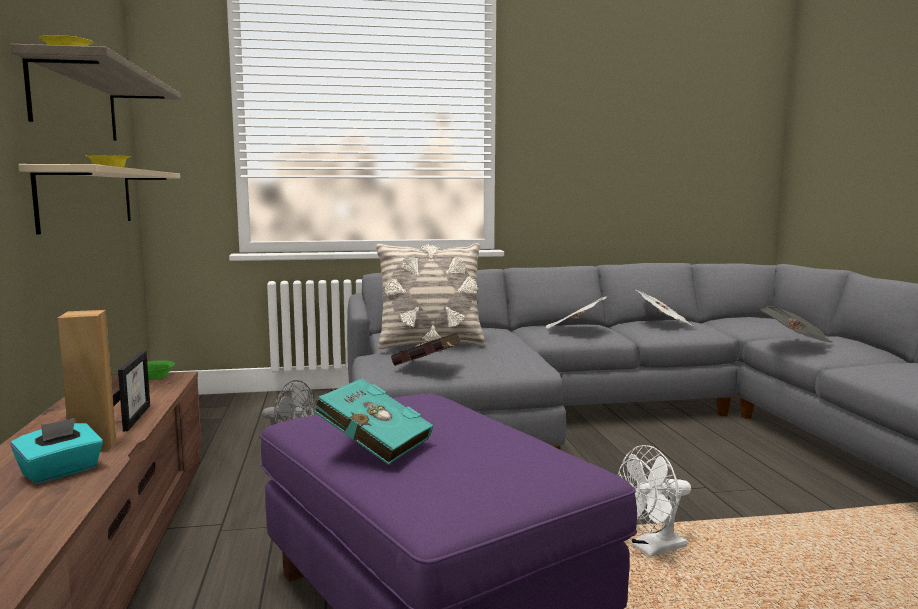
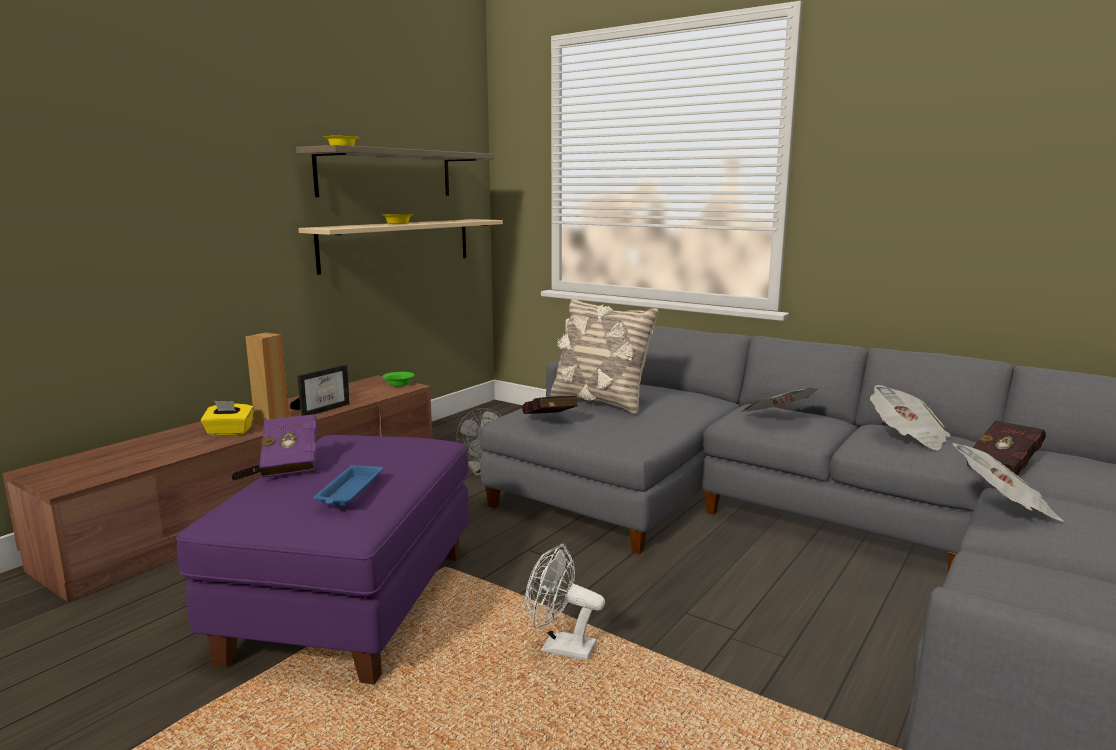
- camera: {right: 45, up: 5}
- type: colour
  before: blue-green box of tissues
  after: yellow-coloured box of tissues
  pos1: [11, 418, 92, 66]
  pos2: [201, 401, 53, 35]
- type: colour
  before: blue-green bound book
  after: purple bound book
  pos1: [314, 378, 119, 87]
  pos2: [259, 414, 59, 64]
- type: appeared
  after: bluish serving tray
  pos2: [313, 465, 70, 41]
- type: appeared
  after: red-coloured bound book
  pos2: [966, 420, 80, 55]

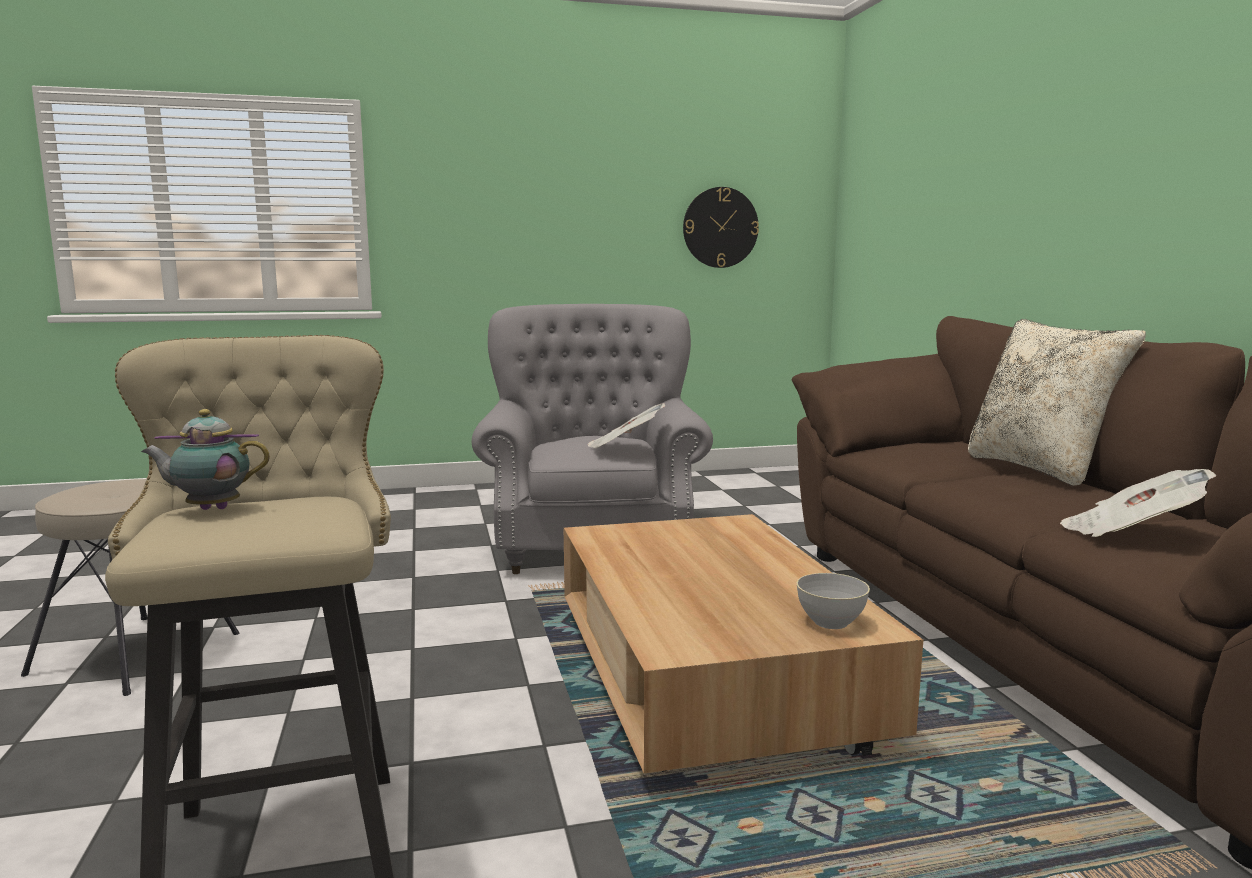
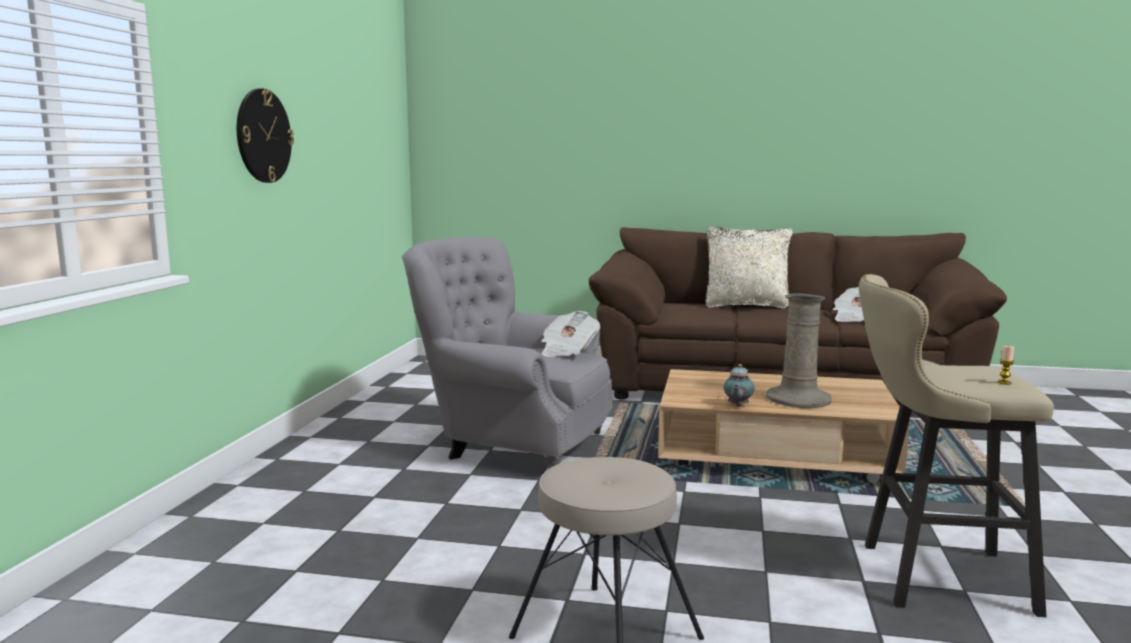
- camera: {right: -65, up: 0}
- type: relocated
  before: teapot
  pos1: [141, 409, 129, 101]
  pos2: [724, 364, 31, 43]
- type: relocated
  before: clock on the wall
  pos1: [683, 187, 76, 81]
  pos2: [237, 88, 57, 95]
- type: missing
  before: greyish bowl
  pos1: [797, 573, 73, 56]
- type: appeared
  after: sand-coloured flower vase
  pos2: [766, 293, 66, 115]
- type: appeared
  after: wax candle
  pos2: [997, 346, 17, 39]

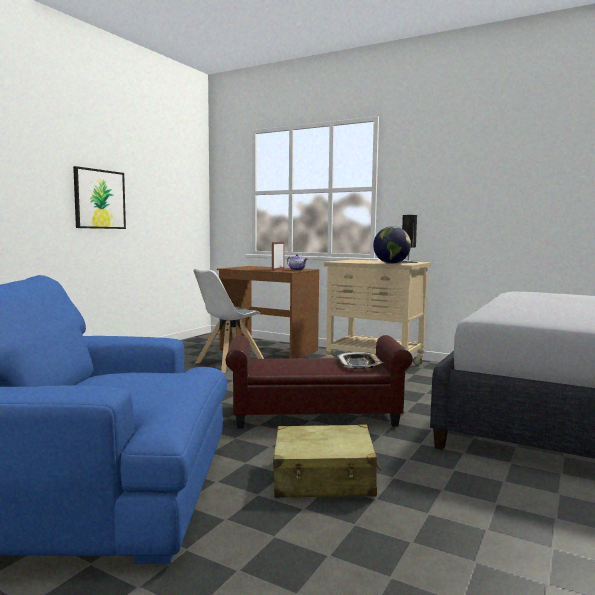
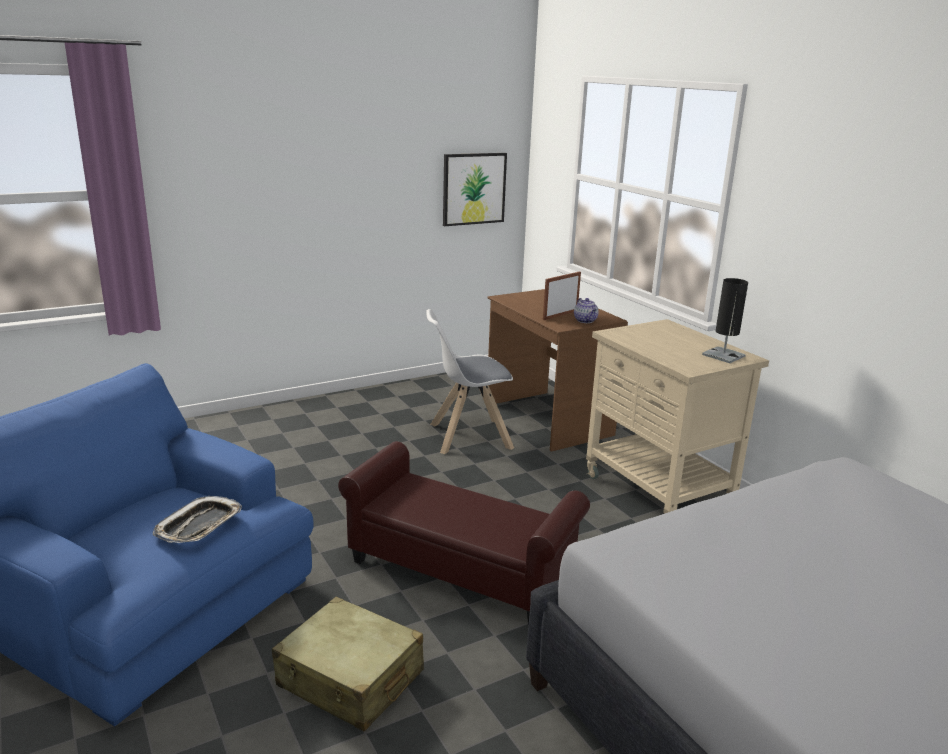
- camera: {right: 30, up: 15}
- type: relocated
  before: wall art
  pos1: [73, 166, 53, 63]
  pos2: [443, 153, 64, 73]
- type: relocated
  before: serving tray
  pos1: [337, 352, 46, 17]
  pos2: [153, 496, 89, 47]
- type: missing
  before: globe
  pos1: [373, 226, 38, 38]

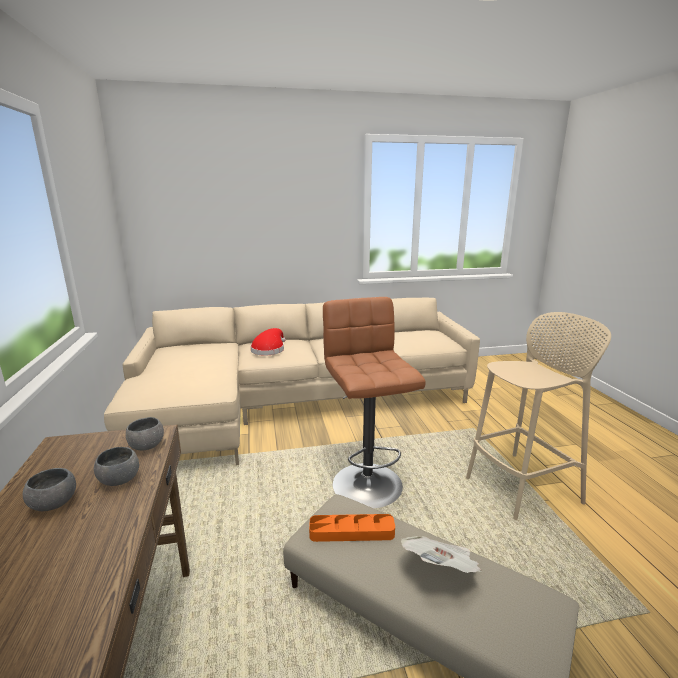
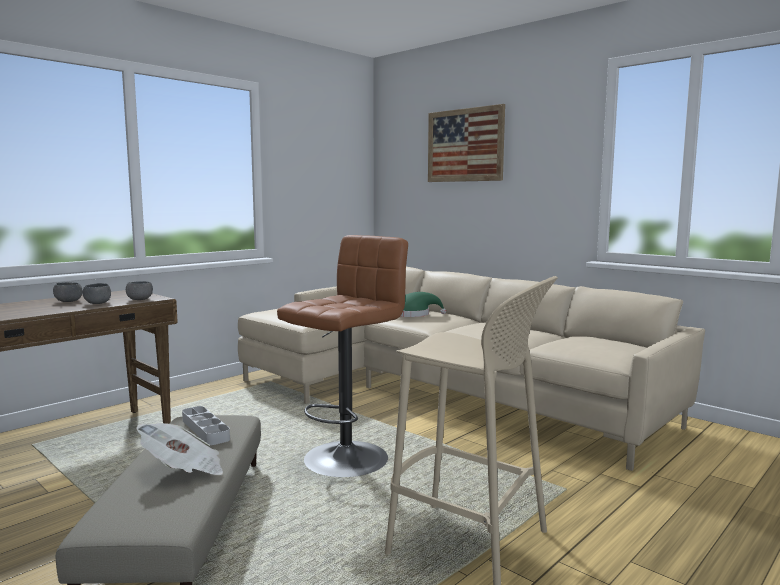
- camera: {right: 55, up: -10}
- type: colour
  before: red-coloured wearable hat
  after: green wearable hat
  pos1: [251, 328, 35, 27]
  pos2: [401, 292, 45, 25]
- type: colour
  before: orangey serving tray
  after: greyish serving tray
  pos1: [309, 514, 86, 28]
  pos2: [182, 406, 48, 39]
- type: appeared
  after: wall art
  pos2: [428, 104, 77, 78]

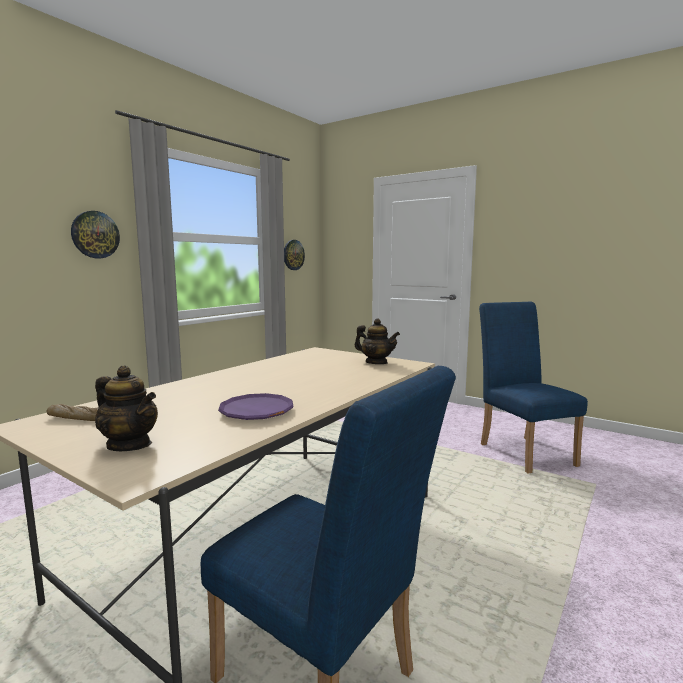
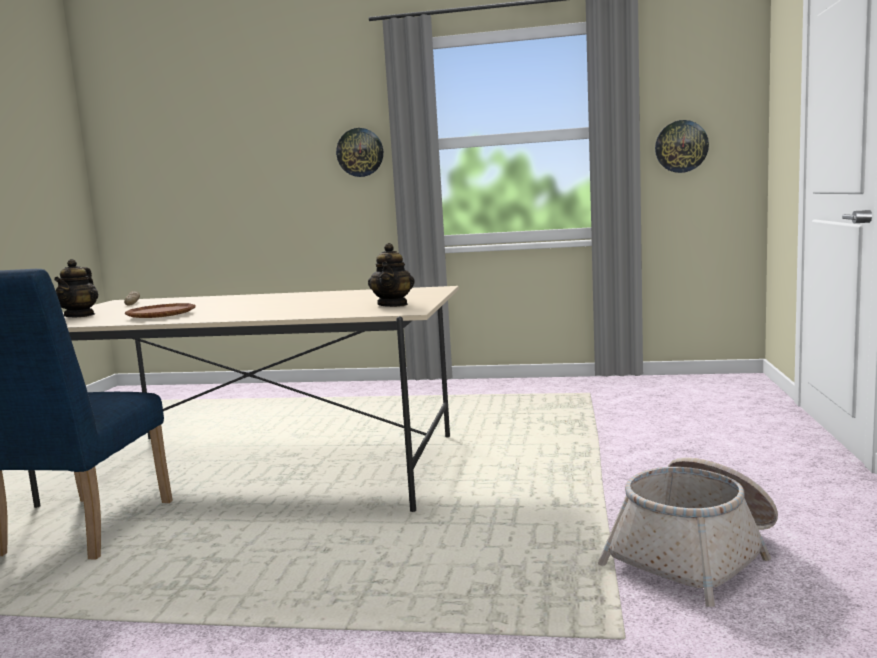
- camera: {right: 65, up: 0}
- type: colour
  before: purple plate
  after: brownish plate
  pos1: [218, 393, 76, 27]
  pos2: [125, 303, 71, 15]
- type: exchanged
  before: bluish plain chair
  after: household basket
  pos1: [479, 302, 109, 171]
  pos2: [598, 457, 180, 150]

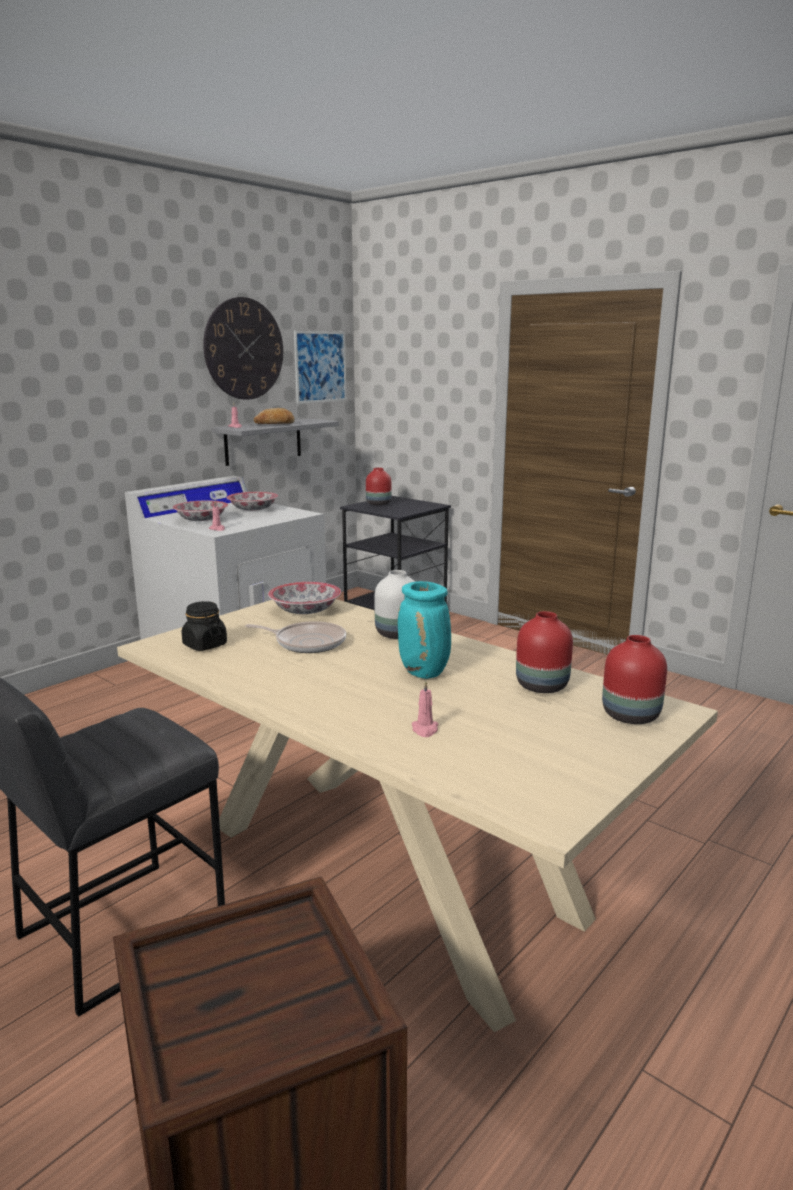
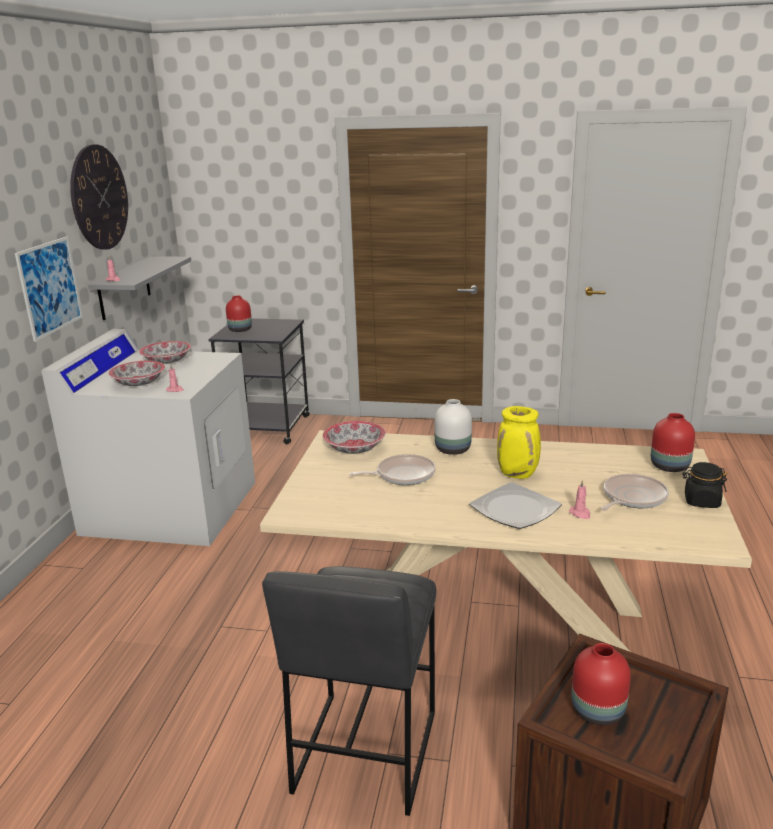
- camera: {right: -30, up: 5}
- type: relocated
  before: black storage jar
  pos1: [182, 601, 45, 50]
  pos2: [682, 462, 45, 46]
- type: missing
  before: bakery bread
  pos1: [254, 408, 41, 16]
- type: relocated
  before: wall art
  pos1: [294, 331, 52, 73]
  pos2: [15, 237, 68, 105]
- type: colour
  before: blue-green flower vase
  after: yellow-coloured flower vase
  pos1: [398, 581, 53, 98]
  pos2: [497, 406, 44, 73]
- type: relocated
  before: red-coloured flower vase
  pos1: [516, 611, 57, 82]
  pos2: [572, 643, 59, 82]
- type: appeared
  after: plate
  pos2: [469, 482, 93, 47]
- type: appeared
  after: frying pan
  pos2: [601, 474, 68, 37]

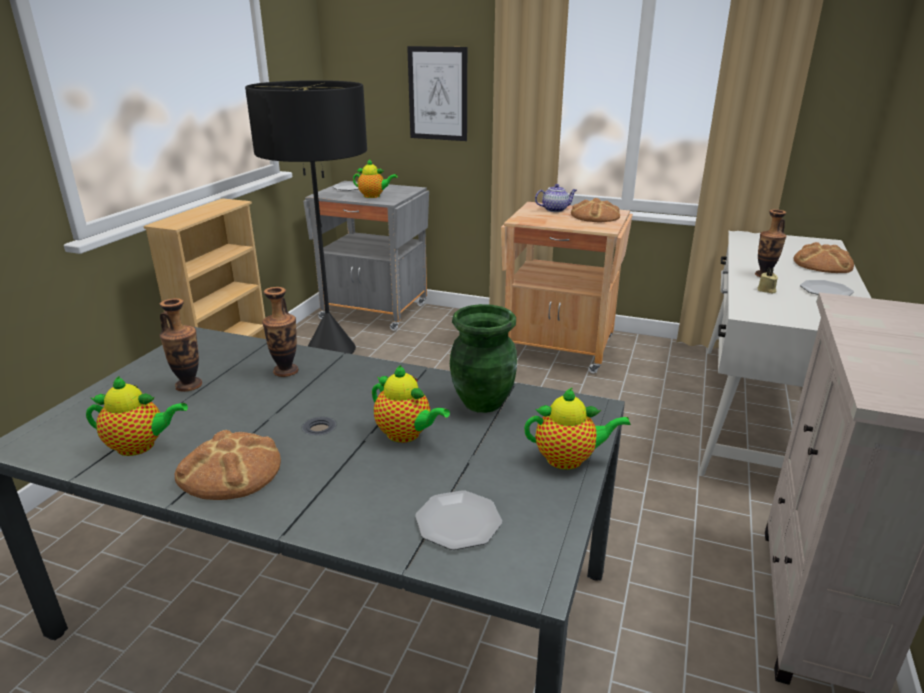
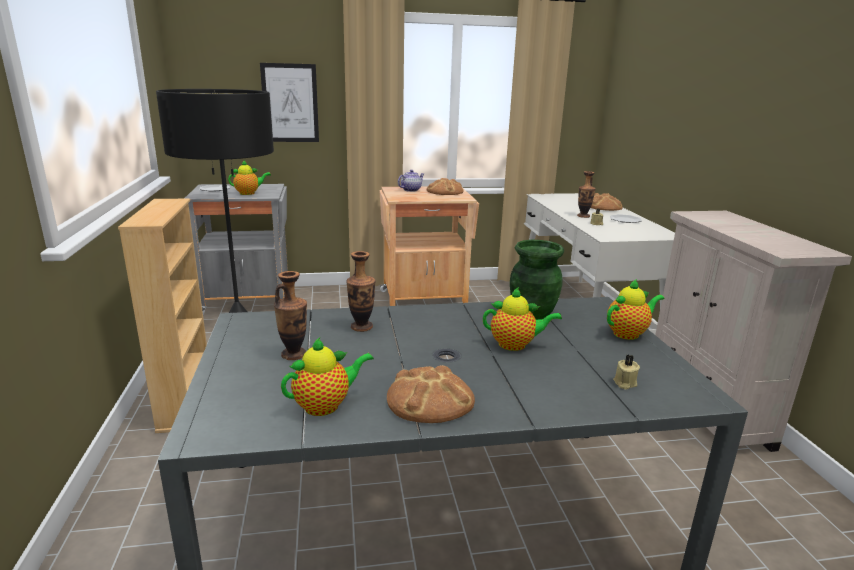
- camera: {right: -30, up: -5}
- type: exchanged
  before: plate
  after: sand-coloured wax candle
  pos1: [415, 490, 87, 60]
  pos2: [613, 355, 27, 34]

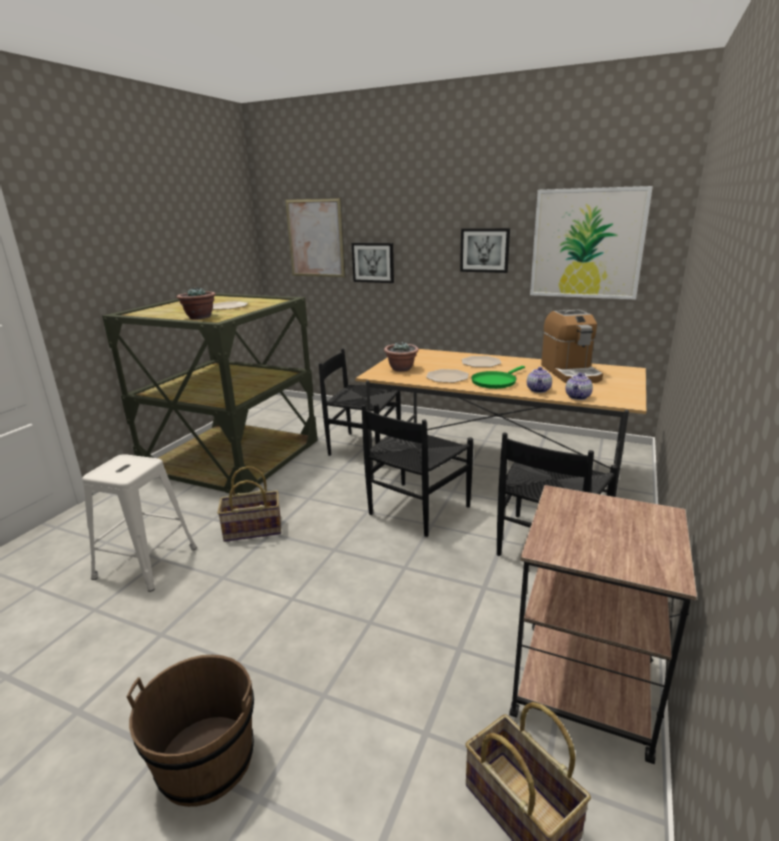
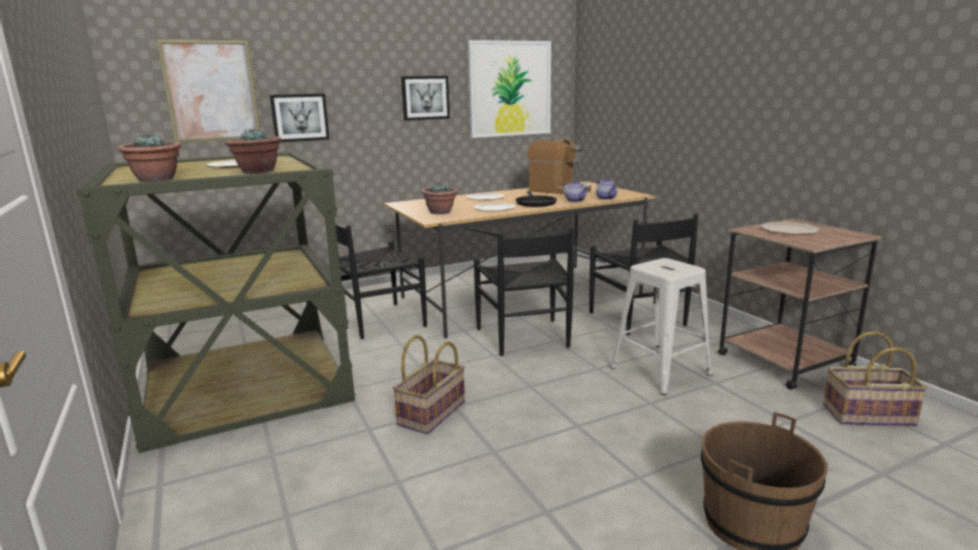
- camera: {right: -50, up: -5}
- type: relocated
  before: white stool
  pos1: [82, 454, 115, 138]
  pos2: [610, 258, 103, 137]
- type: colour
  before: green frying pan
  after: black frying pan
  pos1: [471, 366, 54, 23]
  pos2: [516, 191, 41, 16]
- type: appeared
  after: houseplant
  pos2: [117, 134, 65, 48]
- type: appeared
  after: plate
  pos2: [760, 222, 60, 13]

